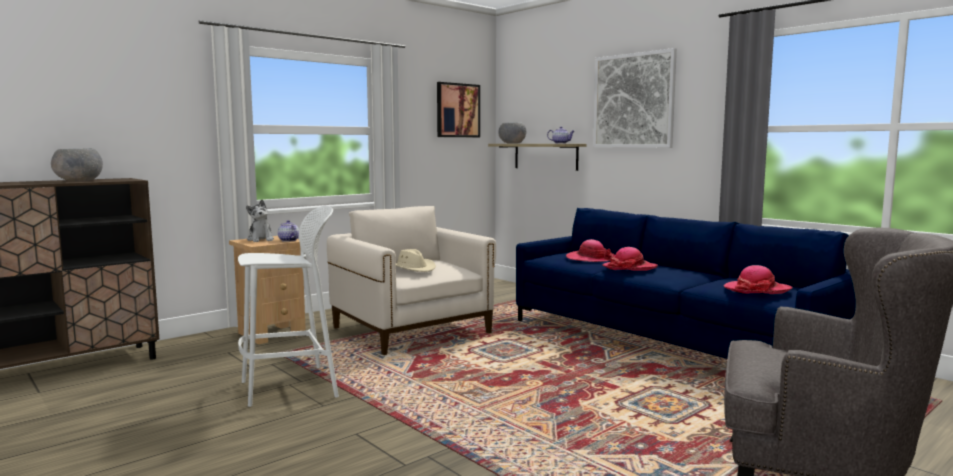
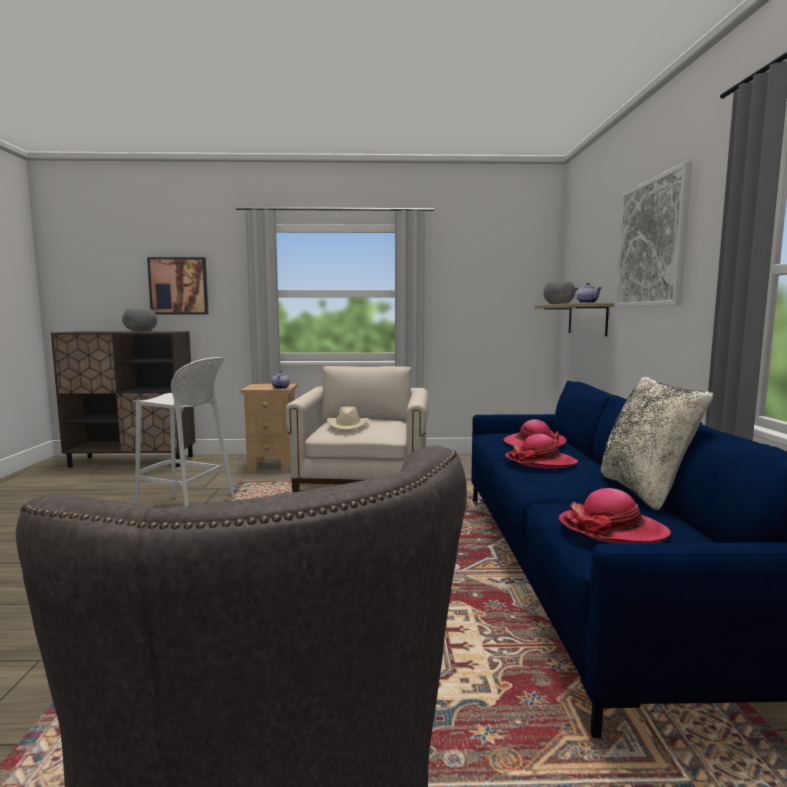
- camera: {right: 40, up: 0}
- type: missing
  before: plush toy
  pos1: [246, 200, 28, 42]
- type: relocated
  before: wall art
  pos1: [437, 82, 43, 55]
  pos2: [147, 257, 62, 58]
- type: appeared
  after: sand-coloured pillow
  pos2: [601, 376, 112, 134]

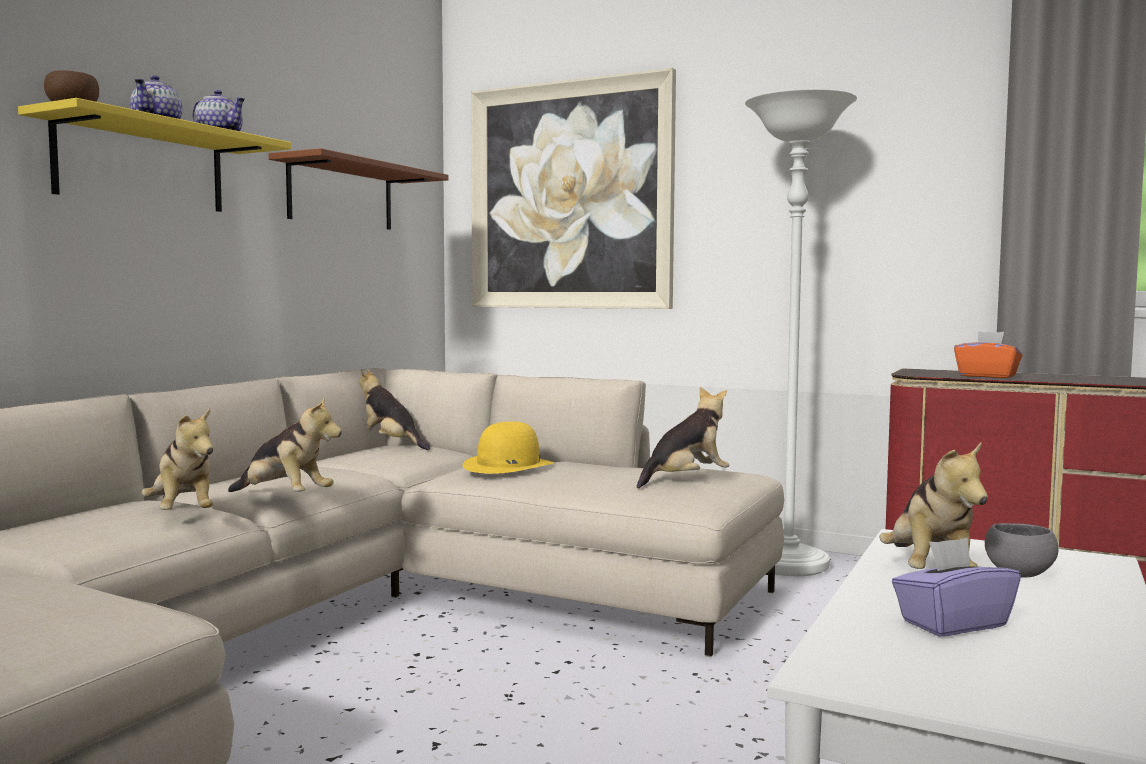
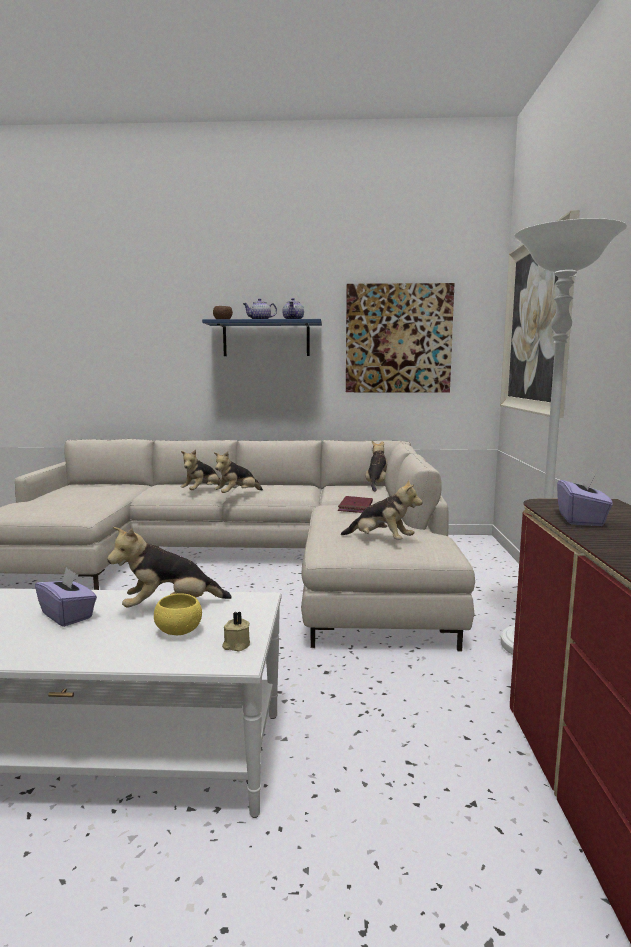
- camera: {right: 65, up: 5}
- type: colour
  before: yellow-coloured bracket shelf
  after: bluish bracket shelf
  pos1: [18, 98, 273, 114]
  pos2: [202, 319, 120, 37]
- type: spun
  before: plush toy
  pos1: [228, 397, 114, 95]
  pos2: [214, 451, 49, 42]
  turn: 45
- type: exchanged
  before: brownish bracket shelf
  after: wall art
  pos1: [269, 148, 180, 82]
  pos2: [346, 283, 109, 110]
- type: exchanged
  before: yellow-coloured wearable hat
  after: red-coloured bound book
  pos1: [463, 422, 91, 52]
  pos2: [338, 496, 35, 17]
- type: colour
  before: orangey box of tissues
  after: purple box of tissues
  pos1: [954, 331, 69, 47]
  pos2: [557, 470, 56, 56]
- type: colour
  before: greyish bowl
  after: yellow-coloured bowl
  pos1: [985, 523, 73, 55]
  pos2: [154, 593, 48, 42]
- type: appeared
  after: sand-coloured wax candle
  pos2: [222, 611, 28, 40]

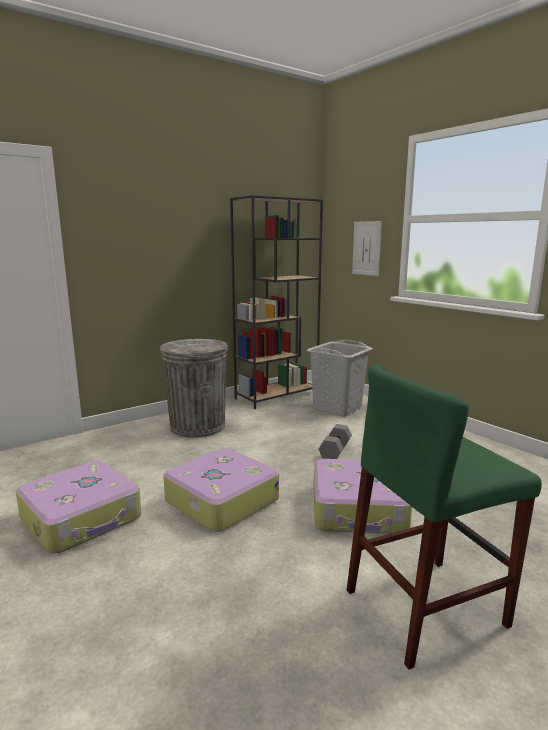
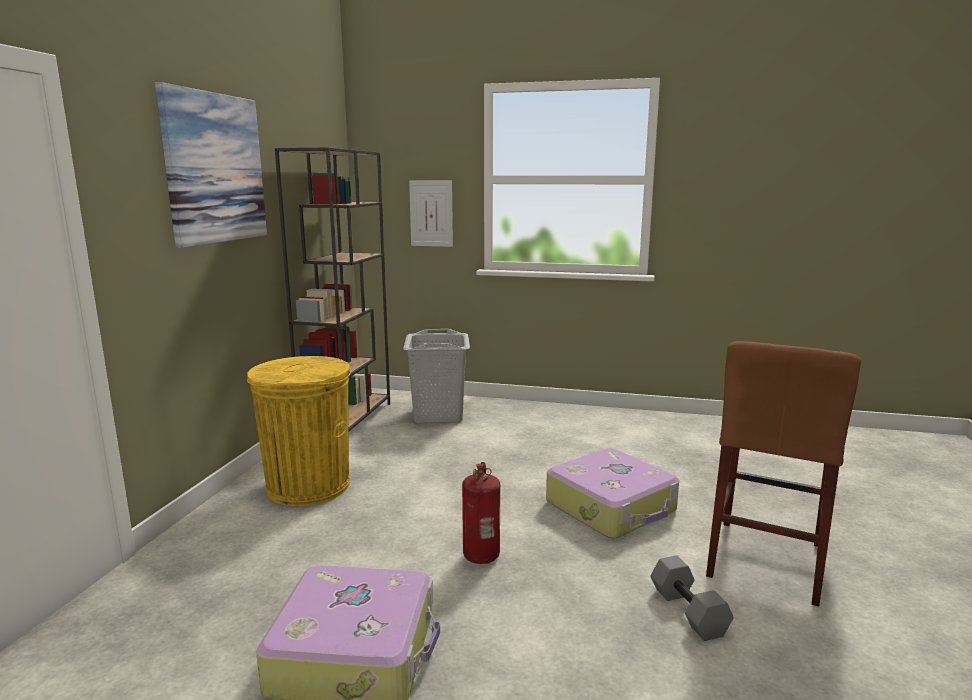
- camera: {right: -40, up: 0}
- type: colour
  before: greyish waste bin
  after: yellow-coloured waste bin
  pos1: [160, 339, 68, 99]
  pos2: [247, 356, 104, 150]
- type: exchanged
  before: suitcase
  after: fire-fighting cylinder
  pos1: [163, 448, 116, 84]
  pos2: [462, 462, 38, 102]
- type: relocated
  before: greyish free weight
  pos1: [319, 424, 33, 35]
  pos2: [650, 555, 84, 86]
- type: colour
  before: green stool
  after: brownish stool
  pos1: [347, 364, 195, 306]
  pos2: [706, 341, 155, 266]
- type: appeared
  after: wall art
  pos2: [155, 82, 112, 166]

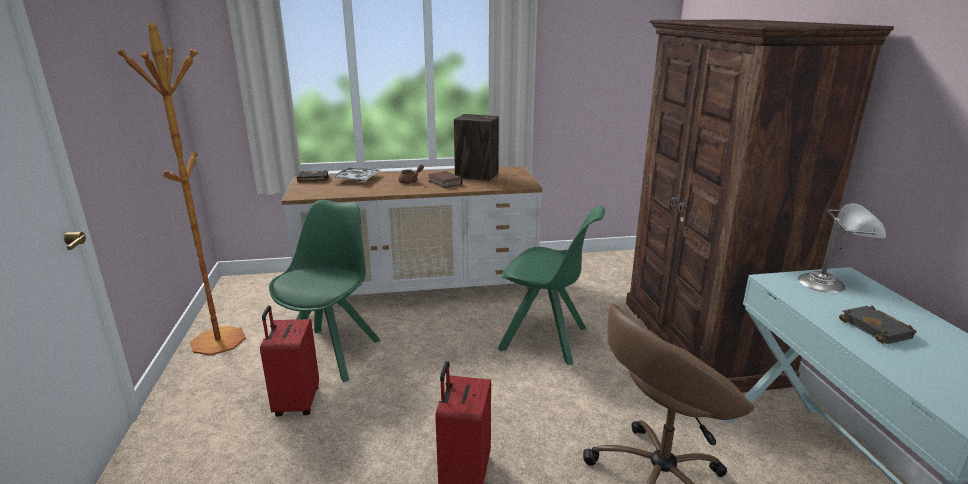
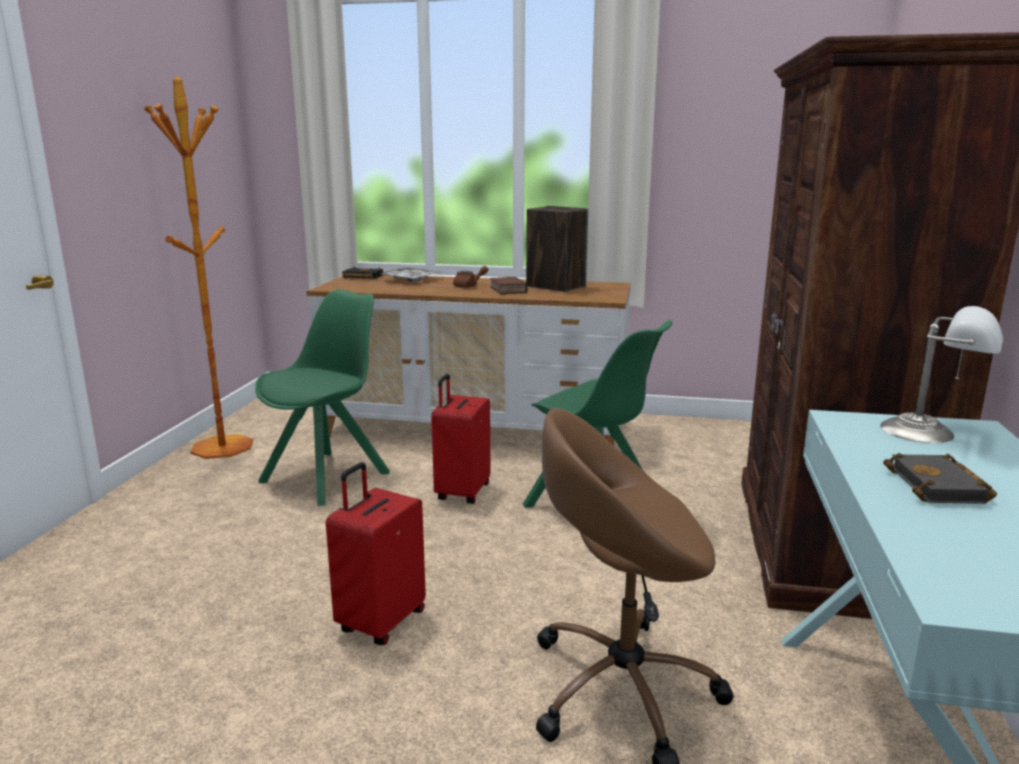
- camera: {right: 20, up: -5}
- type: relocated
  before: red-coloured suitcase
  pos1: [260, 306, 59, 111]
  pos2: [431, 374, 60, 130]

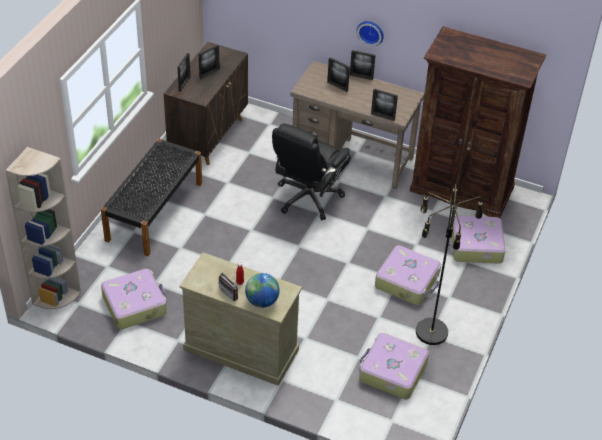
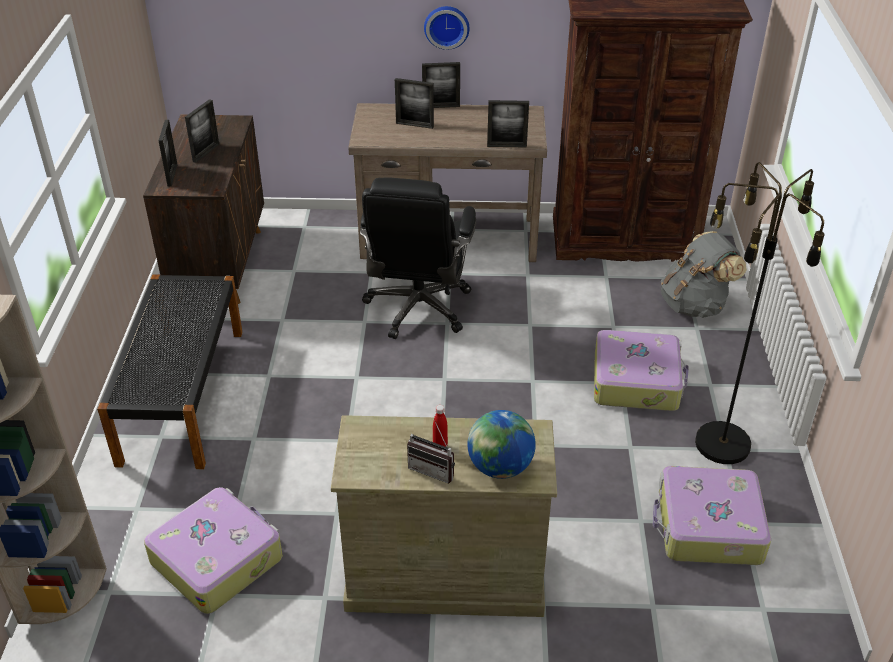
- camera: {right: -20, up: -5}
- type: exchanged
  before: suitcase
  after: greyish backpack
  pos1: [448, 215, 58, 49]
  pos2: [661, 231, 86, 87]

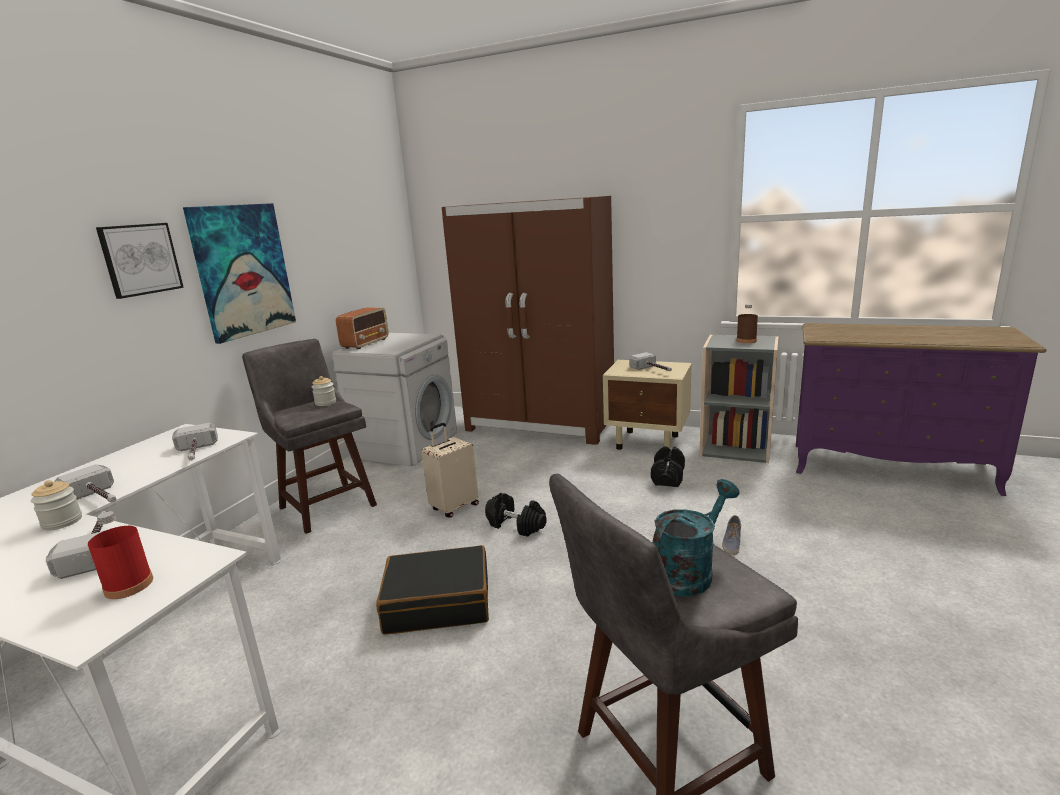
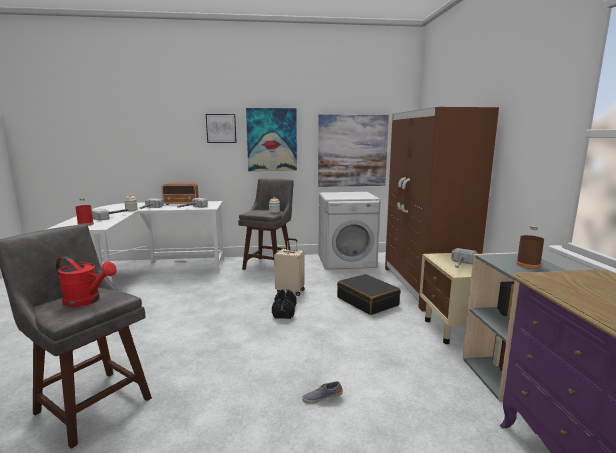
- camera: {right: 60, up: -5}
- type: relocated
  before: radio
  pos1: [336, 308, 52, 41]
  pos2: [162, 182, 37, 23]
- type: relocated
  before: black suitcase
  pos1: [376, 545, 113, 90]
  pos2: [337, 274, 64, 41]
- type: missing
  before: black free weight
  pos1: [651, 446, 34, 41]
- type: colour
  before: blue-green watering can
  after: red-coloured watering can
  pos1: [653, 479, 86, 117]
  pos2: [56, 256, 61, 51]
- type: appeared
  after: wall art
  pos2: [318, 114, 71, 73]

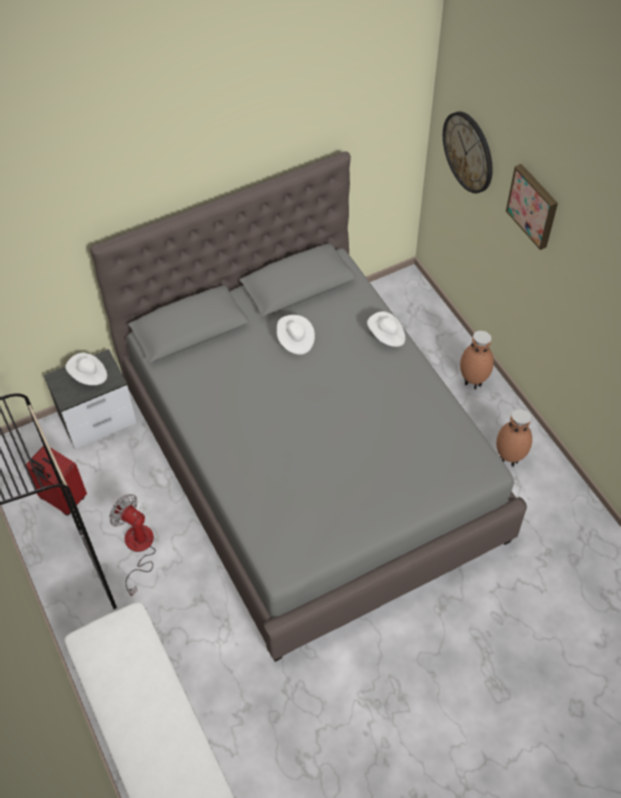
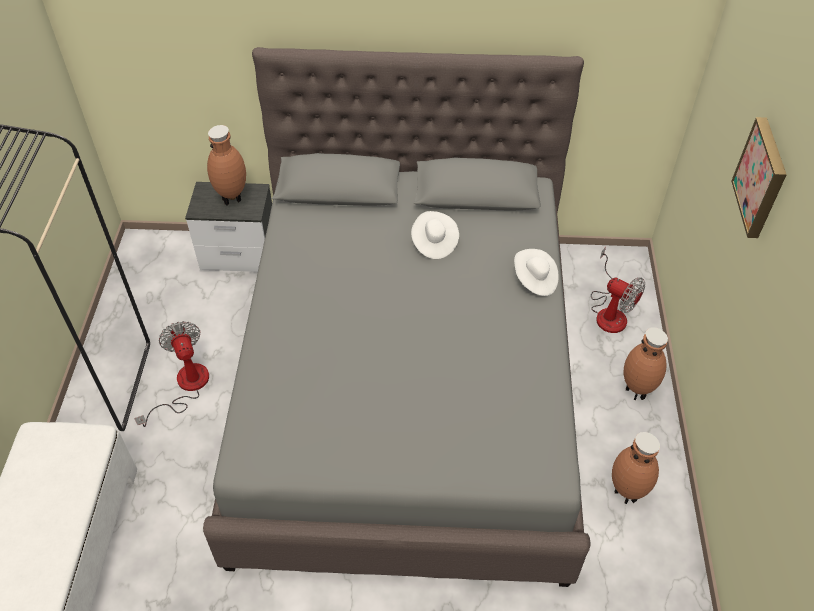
- camera: {right: 30, up: -5}
- type: missing
  before: red-coloured suitcase
  pos1: [26, 446, 61, 70]
- type: exchanged
  before: white wearable hat
  after: brownish flower vase
  pos1: [65, 353, 42, 32]
  pos2: [207, 125, 39, 81]
- type: missing
  before: clock on the wall
  pos1: [443, 111, 50, 82]
- type: appeared
  after: fan
  pos2: [591, 247, 54, 86]

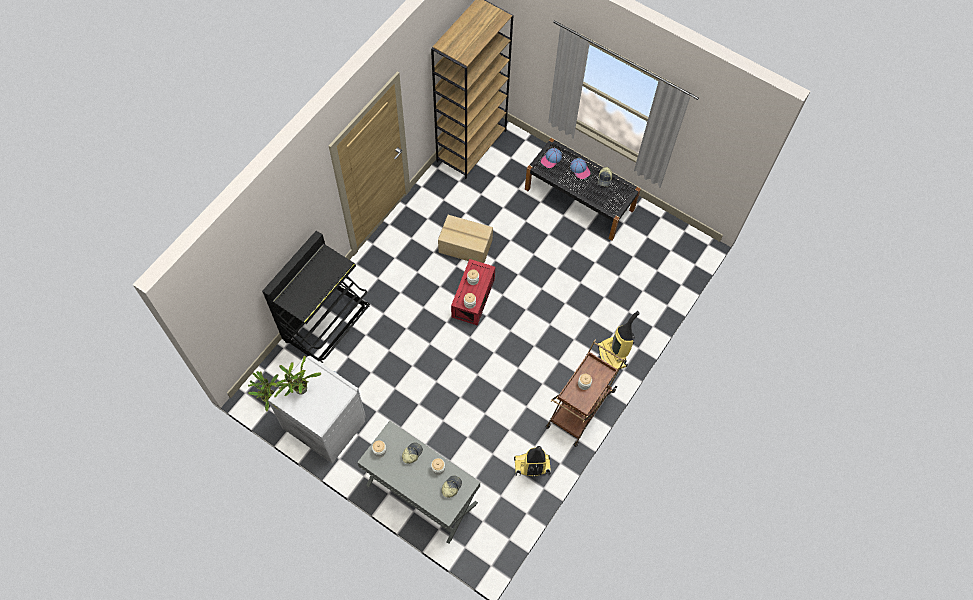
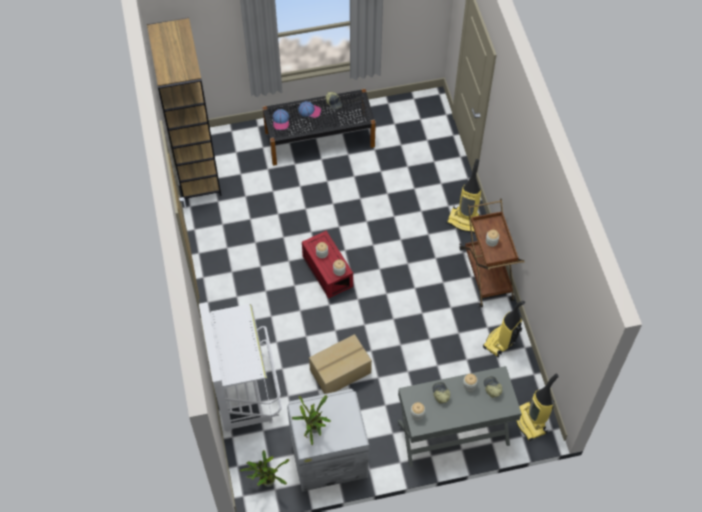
- camera: {right: -45, up: -5}
- type: colour
  before: black shoe stand
  after: white shoe stand
  pos1: [262, 231, 108, 131]
  pos2: [199, 302, 83, 130]
- type: relocated
  before: packing box
  pos1: [438, 215, 55, 48]
  pos2: [309, 334, 63, 60]
- type: appeared
  after: vacuum cleaner
  pos2: [516, 373, 43, 68]

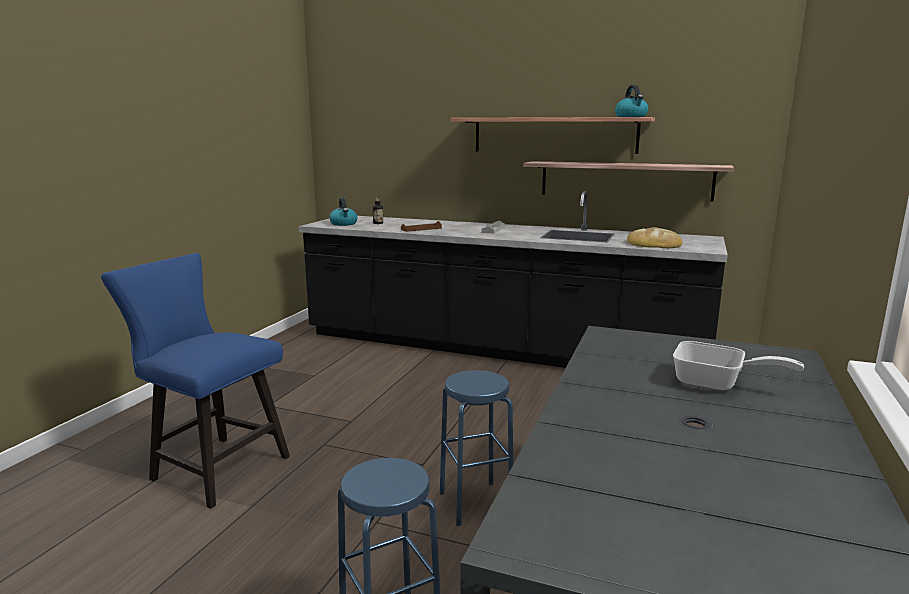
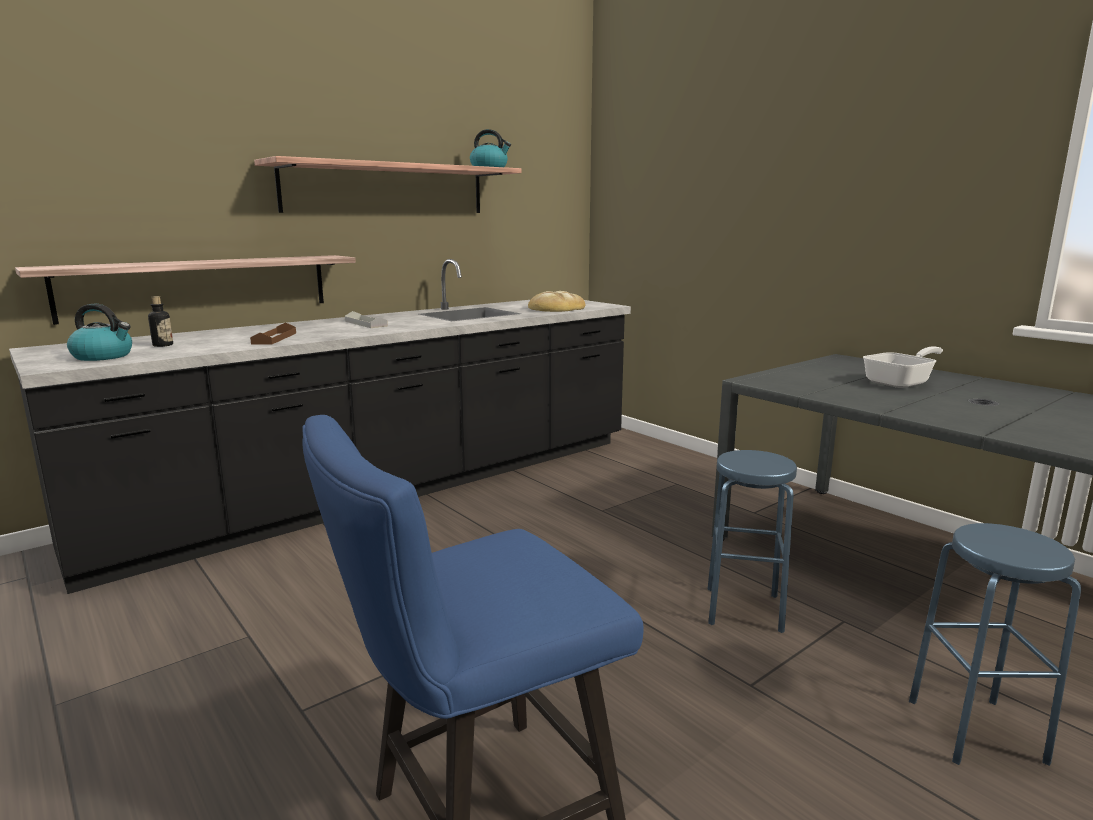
- camera: {right: -60, up: 0}
- type: relocated
  before: bracket shelf
  pos1: [523, 161, 211, 41]
  pos2: [15, 255, 341, 70]

